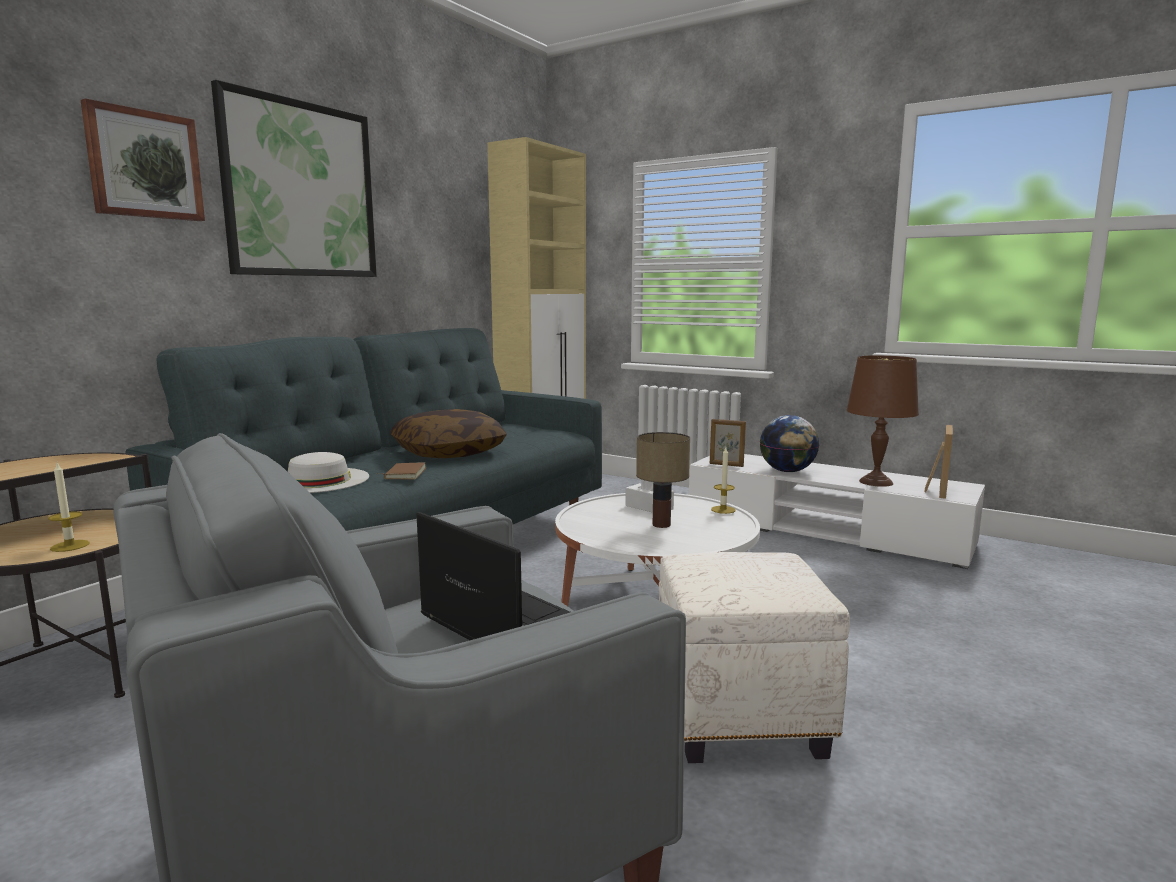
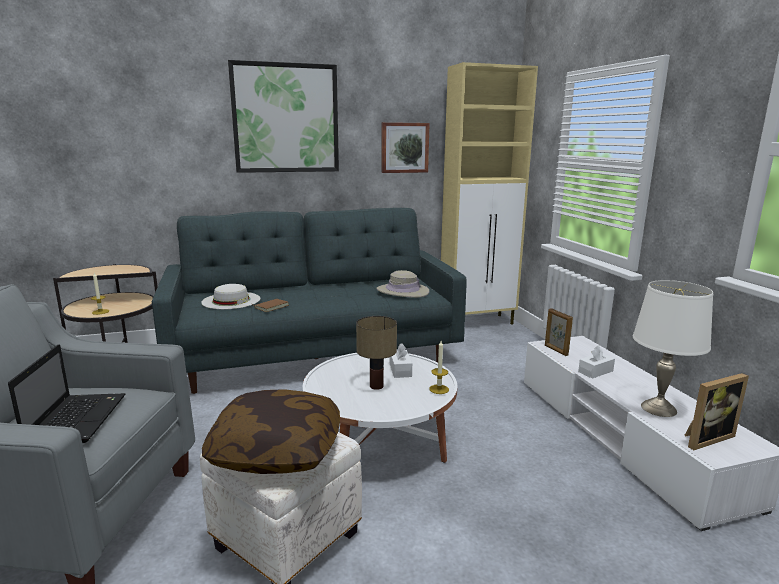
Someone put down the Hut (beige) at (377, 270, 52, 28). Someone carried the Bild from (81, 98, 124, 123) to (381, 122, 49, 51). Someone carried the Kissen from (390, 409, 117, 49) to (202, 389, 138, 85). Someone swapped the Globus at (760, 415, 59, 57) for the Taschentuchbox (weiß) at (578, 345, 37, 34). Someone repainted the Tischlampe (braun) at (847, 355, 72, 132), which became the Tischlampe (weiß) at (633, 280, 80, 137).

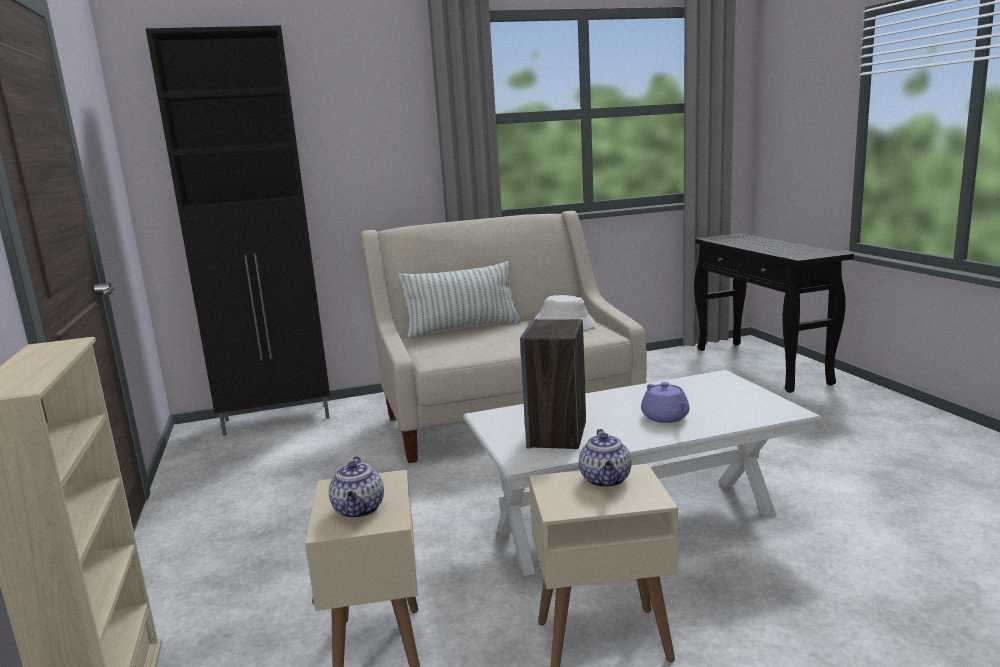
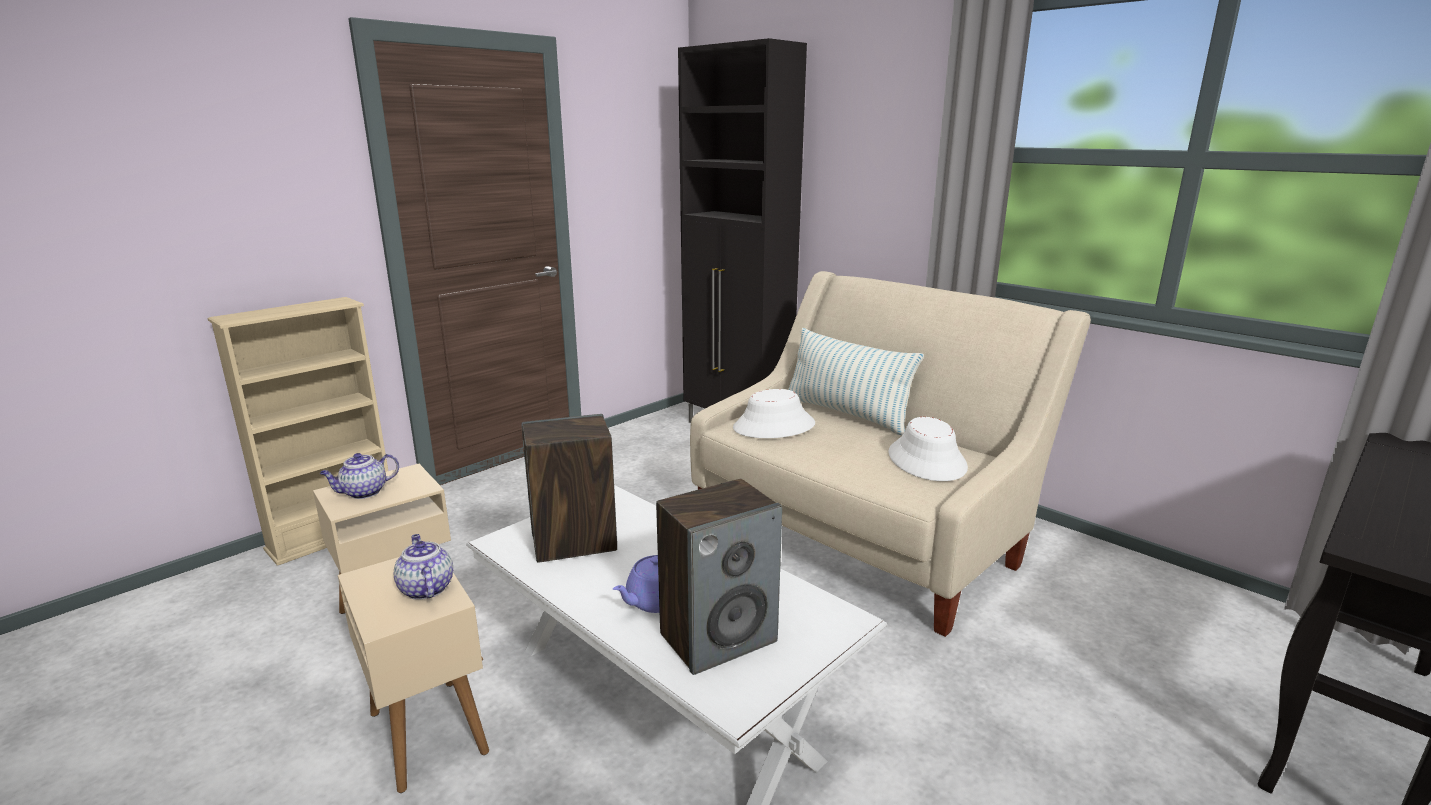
Someone put down the Lautsprecher at (656, 479, 126, 196). Someone put down the Hut (weiß) at (733, 389, 82, 49). Someone rotated the Teekanne at (579, 429, 53, 59) by 90 degrees clockwise.

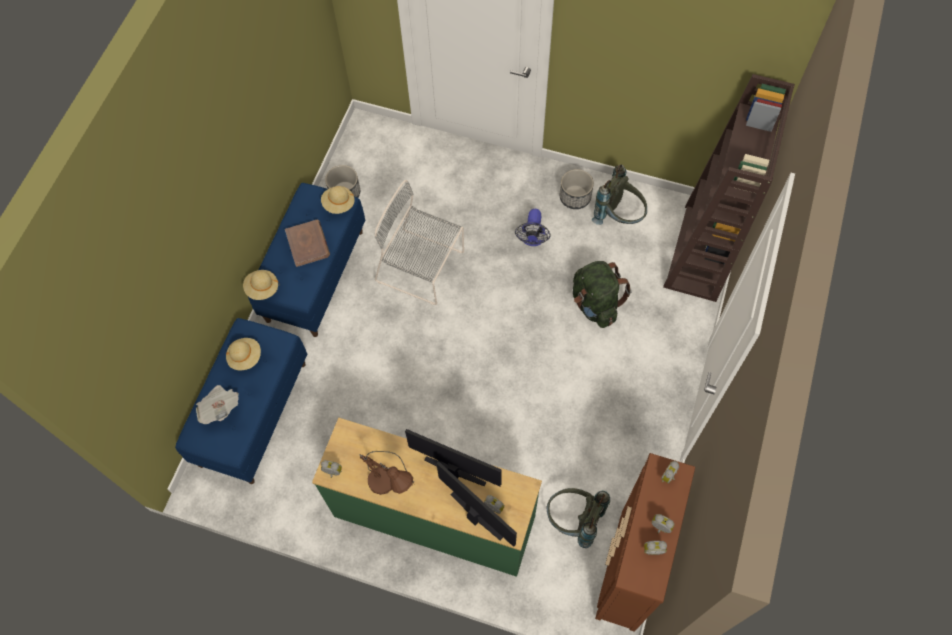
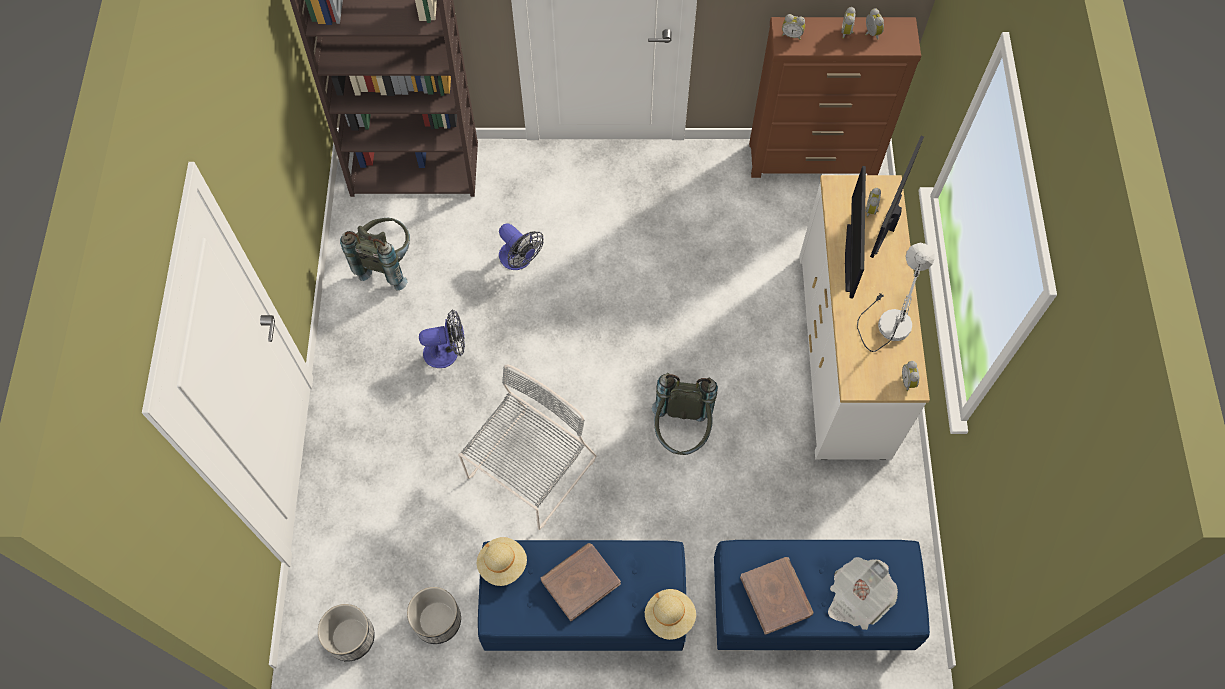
Someone carried the Rucksack (grau) from (547, 488, 63, 60) to (652, 373, 66, 82). Someone carried the Pflanzkübel from (560, 169, 34, 40) to (318, 604, 57, 58). Someone swapped the Hut (beige) at (226, 338, 35, 32) for the Buch (braun) at (740, 557, 73, 78). Someone swapped the Rucksack (grün) at (573, 261, 59, 67) for the Ventilator at (499, 223, 44, 47). Someone repainted the Kommode (grün) at (312, 418, 230, 159), which became the Kommode (weiß) at (799, 175, 131, 285). Someone repainted the Tischlampe (braun) at (359, 451, 56, 44), which became the Tischlampe (weiß) at (857, 243, 78, 109). Someone rotated the Stuhl (grau) at (375, 180, 89, 125) by 150 degrees counterclockwise.

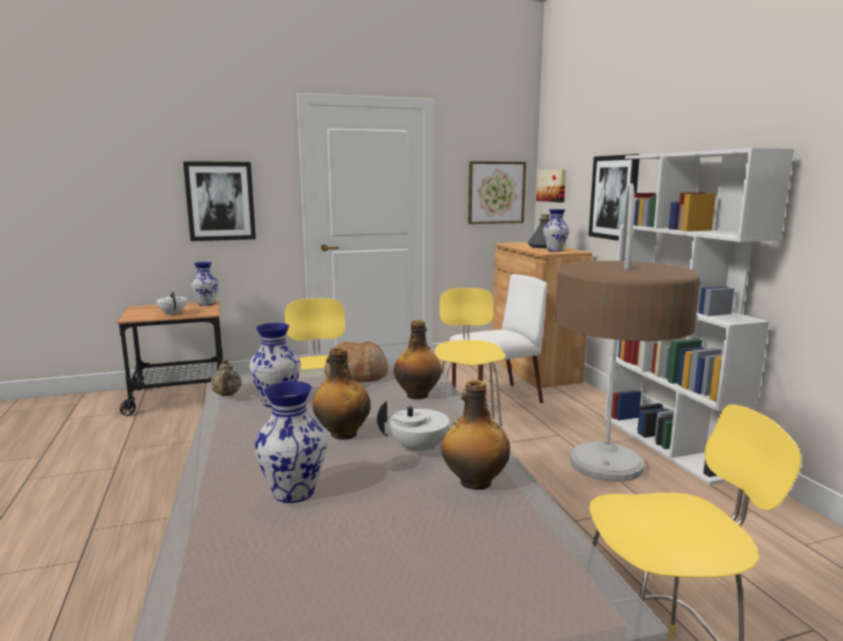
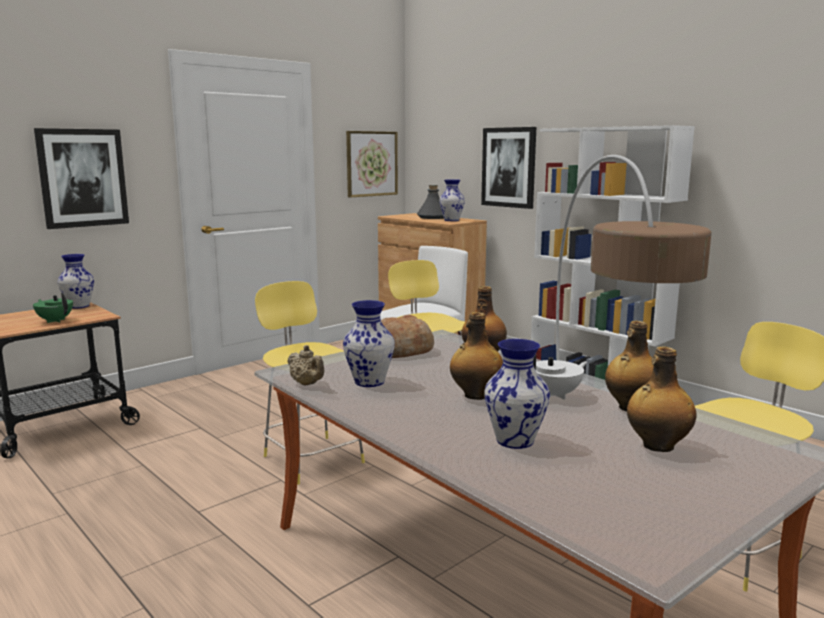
Someone took away the Bild at (536, 170, 30, 33). Someone put down the Flasche at (627, 346, 70, 106). Someone repainted the Teekanne (weiß) at (156, 292, 31, 23), which became the Teekanne (grün) at (33, 293, 40, 30).

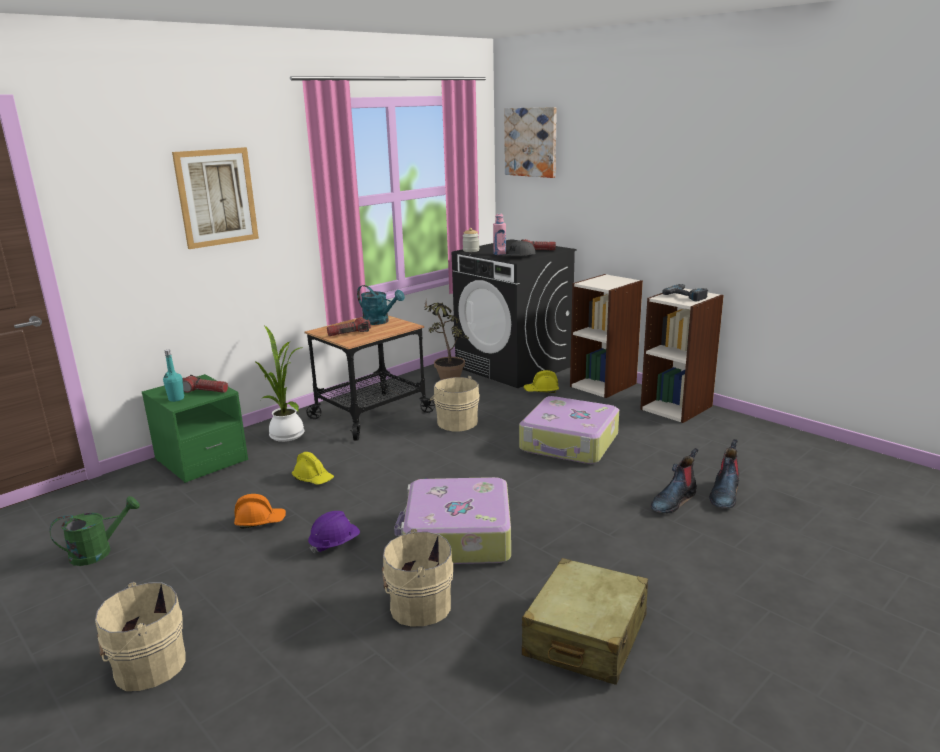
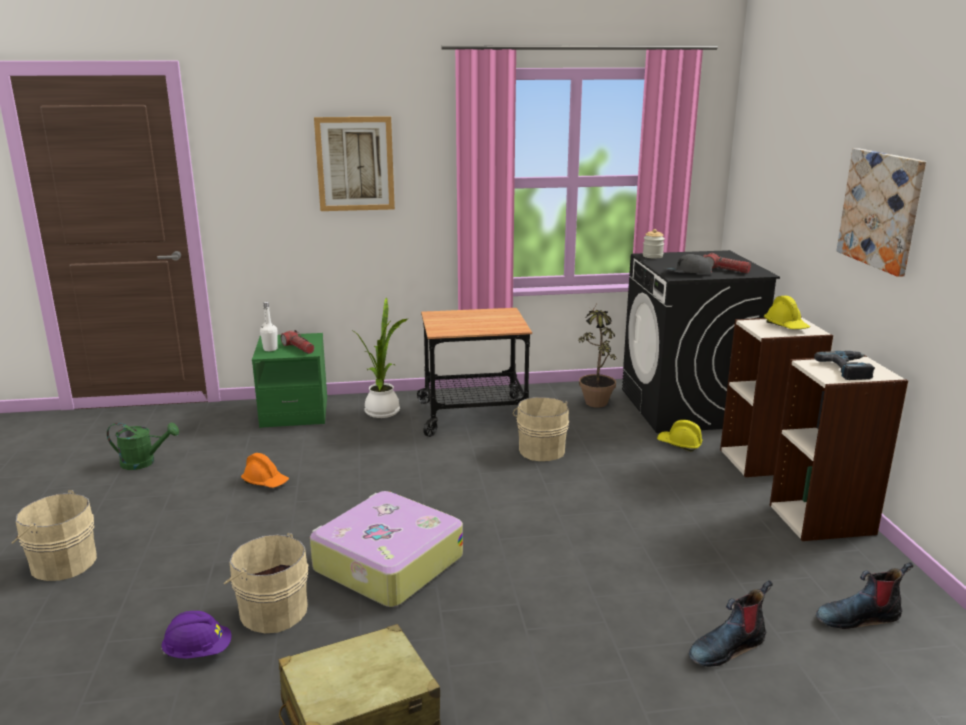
Someone took away the Taschenlampe at (327, 317, 44, 19). Someone took away the Gießkanne (türkis) at (357, 285, 48, 40). Someone took away the Flasche (rosa) at (493, 213, 13, 42). Someone took away the Koffer at (519, 396, 100, 68). Someone carried the Schutzhelm (gelb) from (292, 452, 42, 33) to (764, 296, 46, 33). Someone carried the Schutzhelm (lila) from (308, 511, 52, 43) to (161, 611, 70, 48). Someone carried the Bild from (504, 107, 53, 71) to (837, 148, 89, 129). Someone carried the Stiefel from (651, 448, 47, 65) to (816, 562, 97, 67). Someone repainted the Flasche (türkis) at (163, 350, 22, 52), which became the Flasche (weiß) at (260, 302, 18, 49).

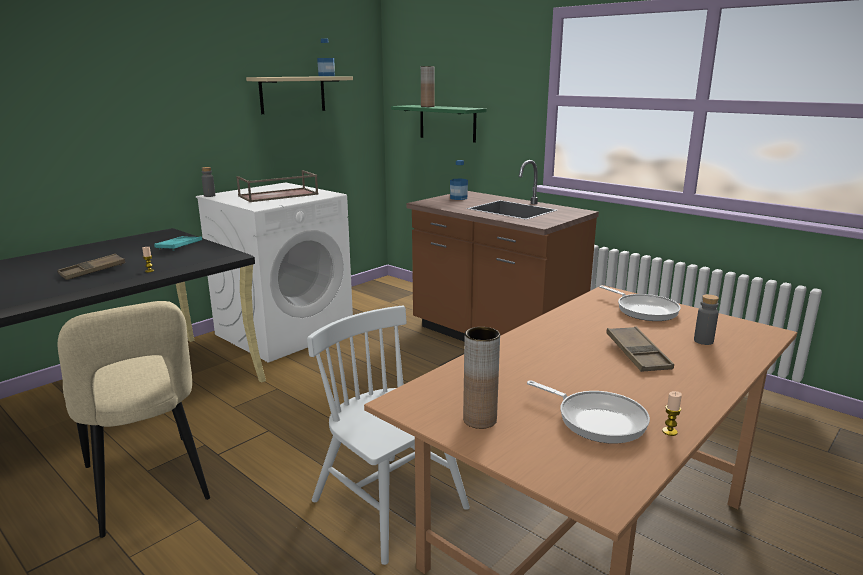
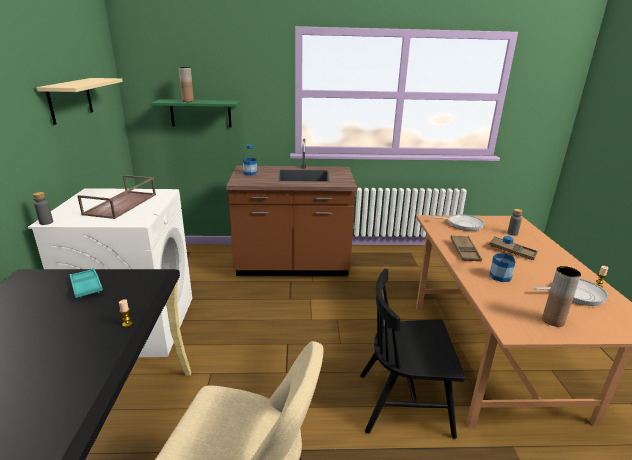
Someone carried the Tablett (braun) from (57, 254, 69, 26) to (451, 235, 31, 26). Someone carried the Flasche from (317, 38, 18, 38) to (489, 236, 27, 46). Someone repainted the Stuhl (weiß) at (307, 306, 163, 259), which became the Stuhl (schwarz) at (360, 269, 105, 170).

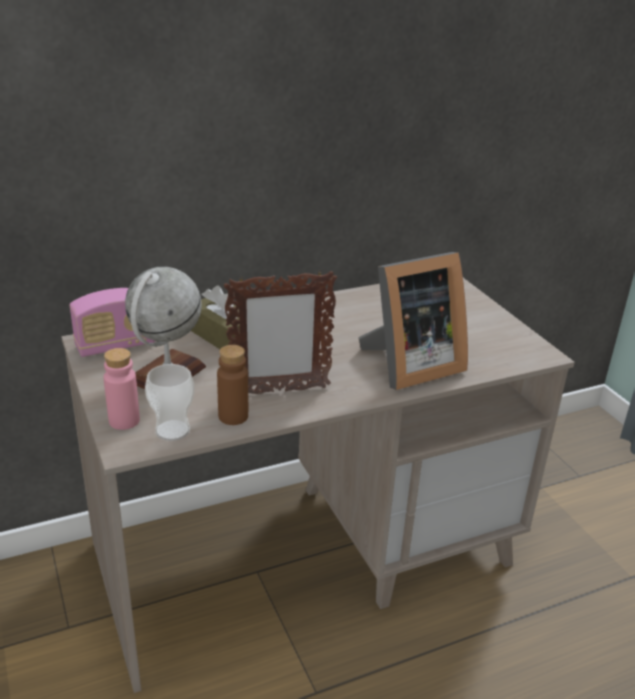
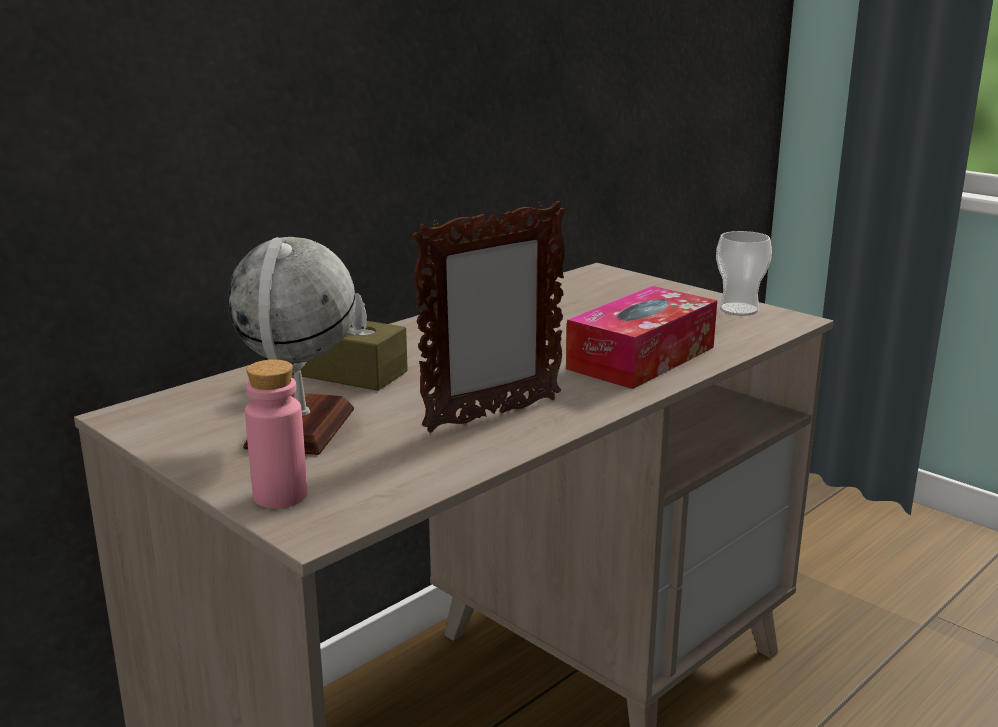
Someone took away the Radio at (70, 288, 85, 69). Someone took away the Flasche (braun) at (217, 345, 31, 80). Someone carried the Tasse from (145, 364, 49, 77) to (716, 231, 56, 85). Someone swapped the Bilderrahmen at (358, 252, 110, 138) for the Taschentuchbox at (566, 286, 151, 103).

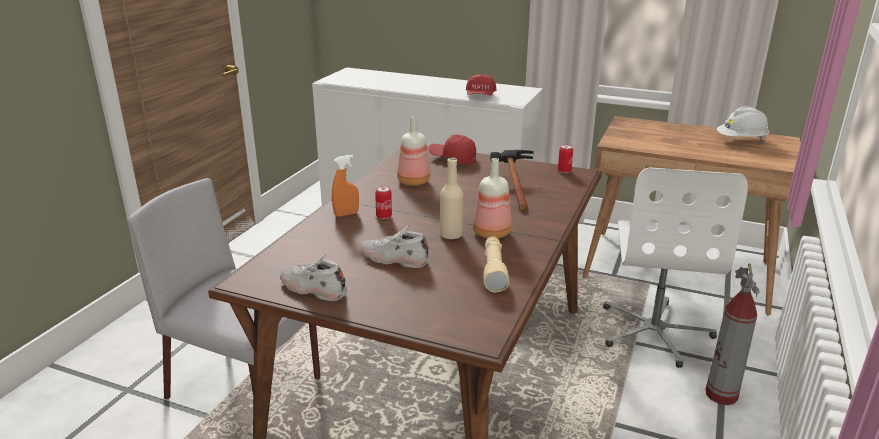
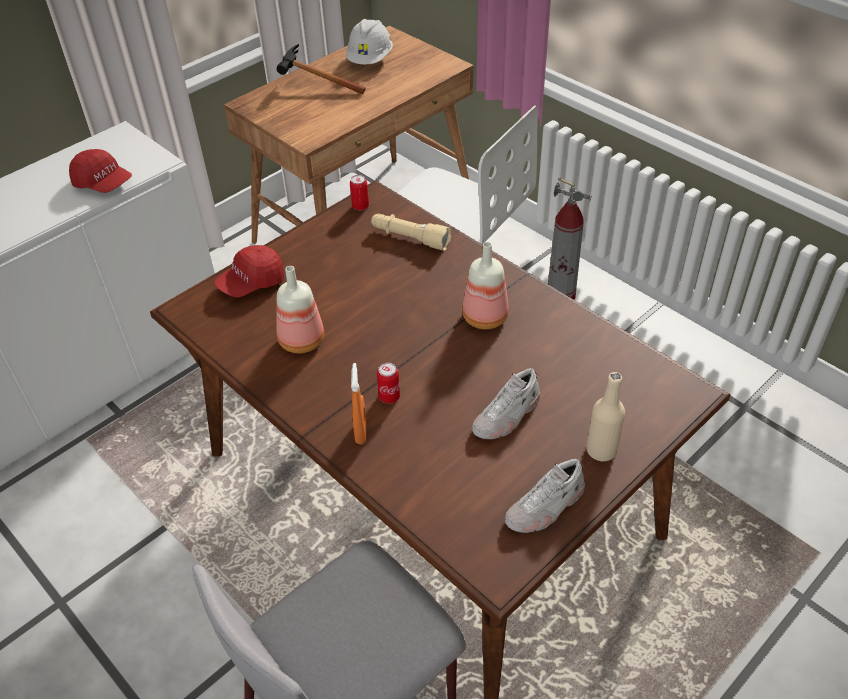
Someone carried the Flasche (beige) from (440, 158, 23, 82) to (586, 372, 39, 89). Someone carried the Taschenlampe (beige) from (483, 236, 26, 57) to (371, 214, 80, 37). Someone carried the Hammer from (490, 150, 44, 60) to (277, 44, 89, 50).

